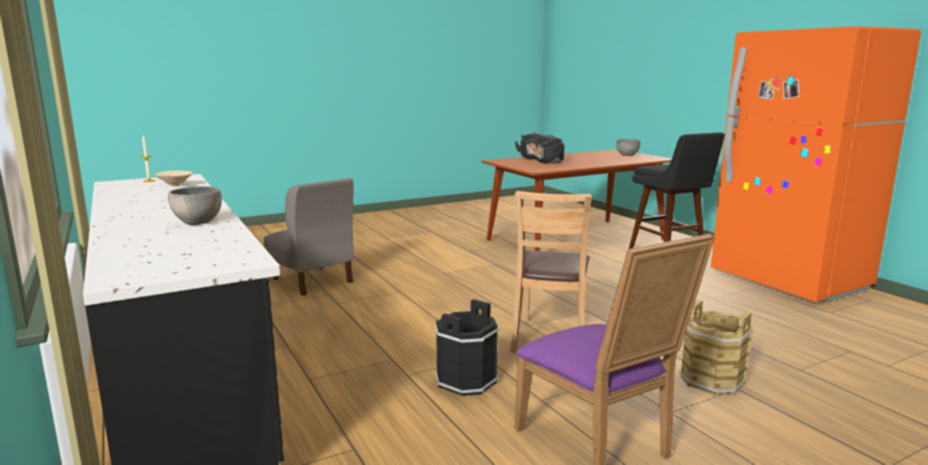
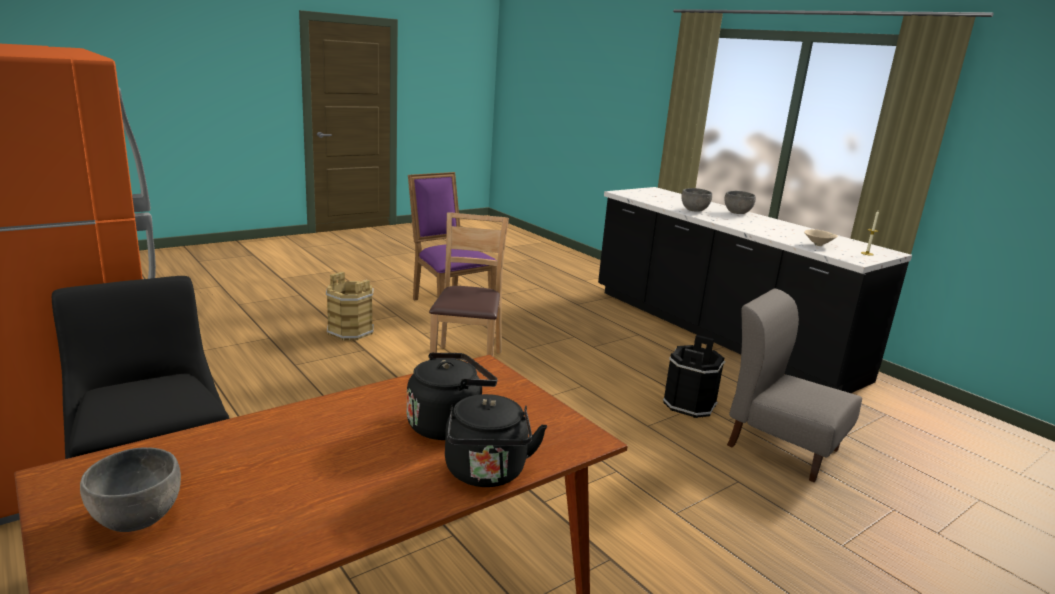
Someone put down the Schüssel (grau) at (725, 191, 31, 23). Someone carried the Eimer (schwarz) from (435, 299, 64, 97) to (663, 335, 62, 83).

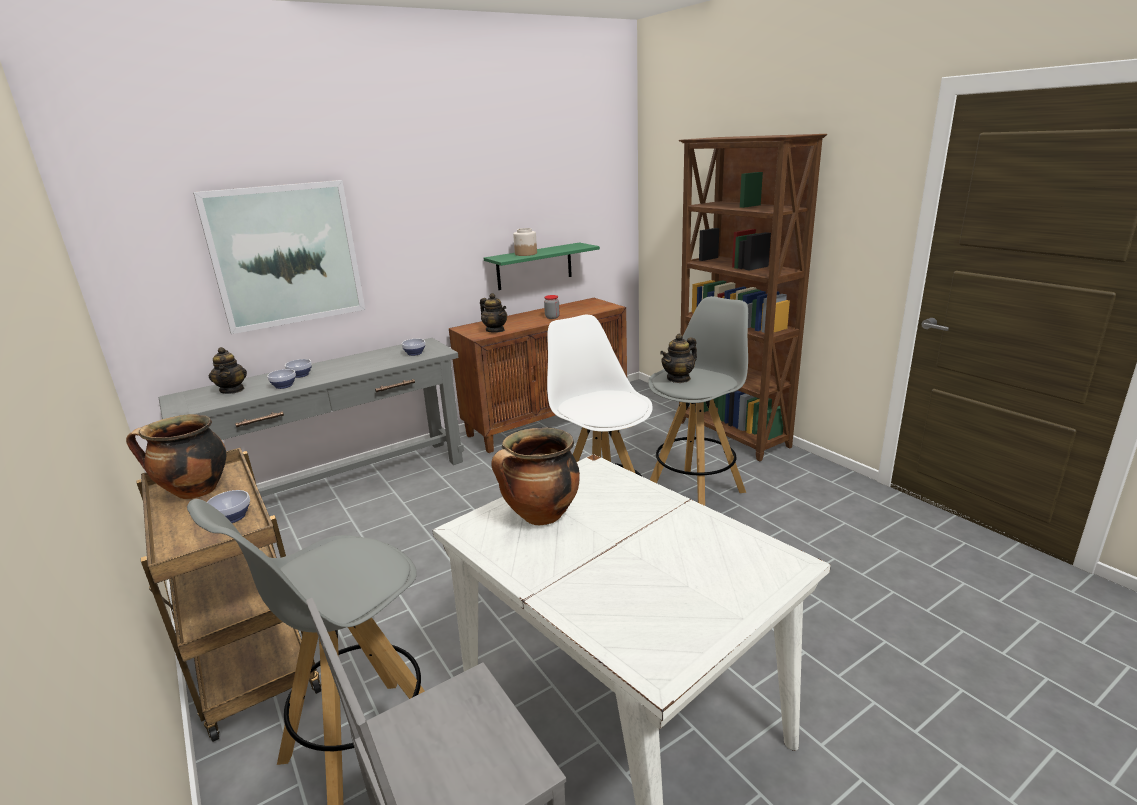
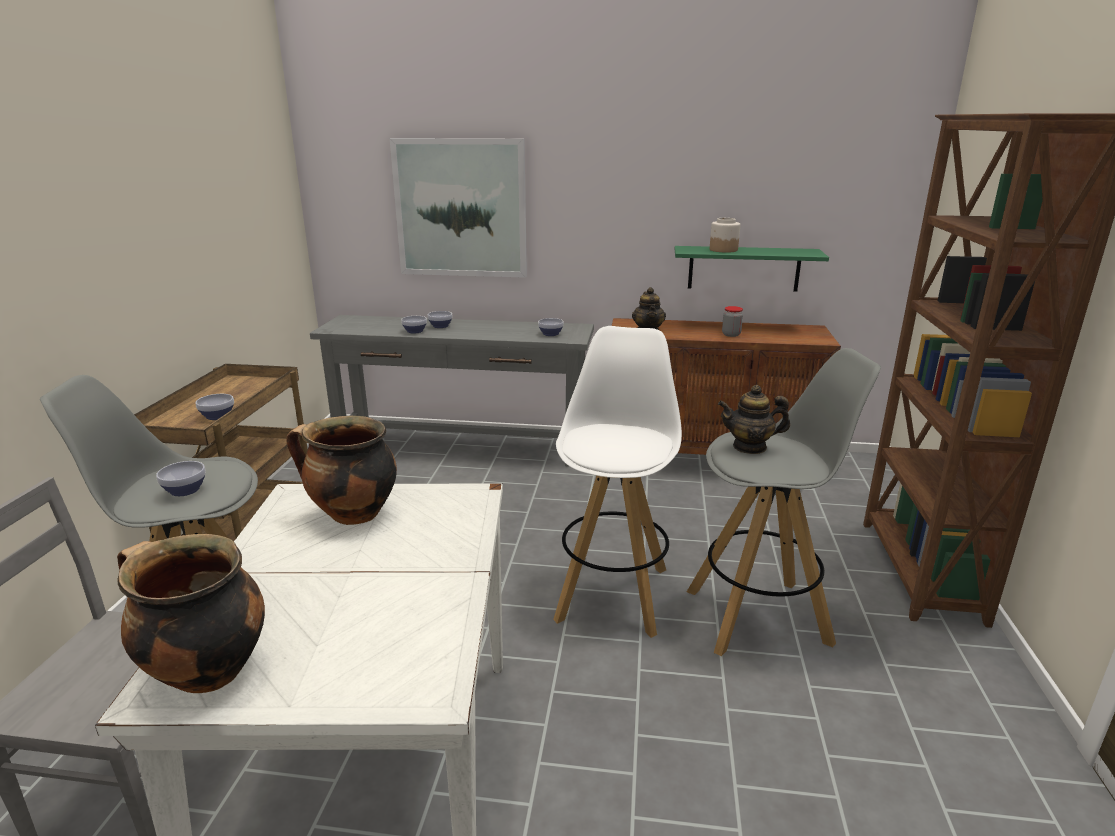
Someone took away the Teekanne at (209, 347, 38, 47). Someone put down the Schüssel at (156, 461, 50, 35). Someone carried the Kochtopf from (126, 414, 100, 85) to (117, 534, 148, 159).

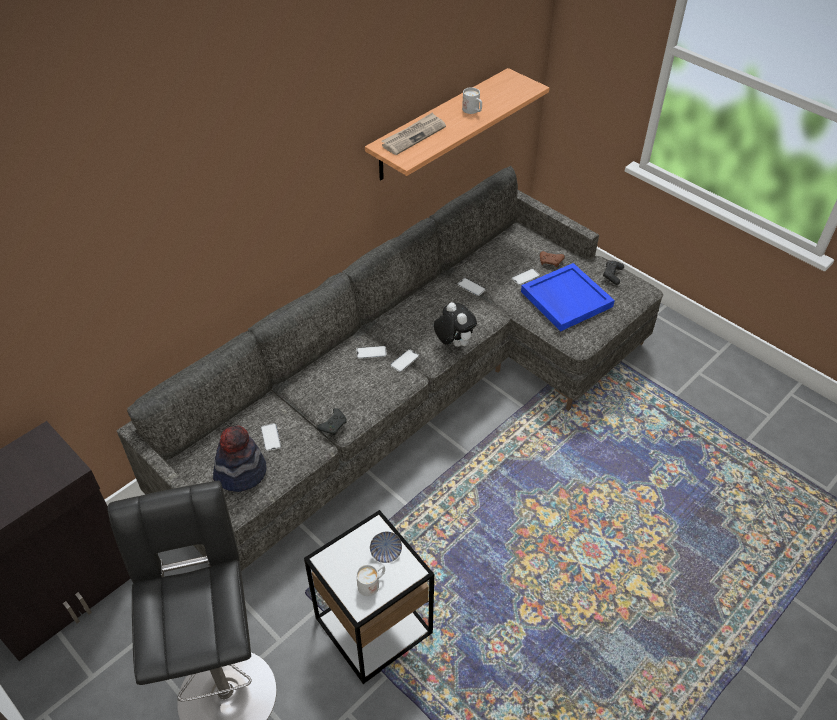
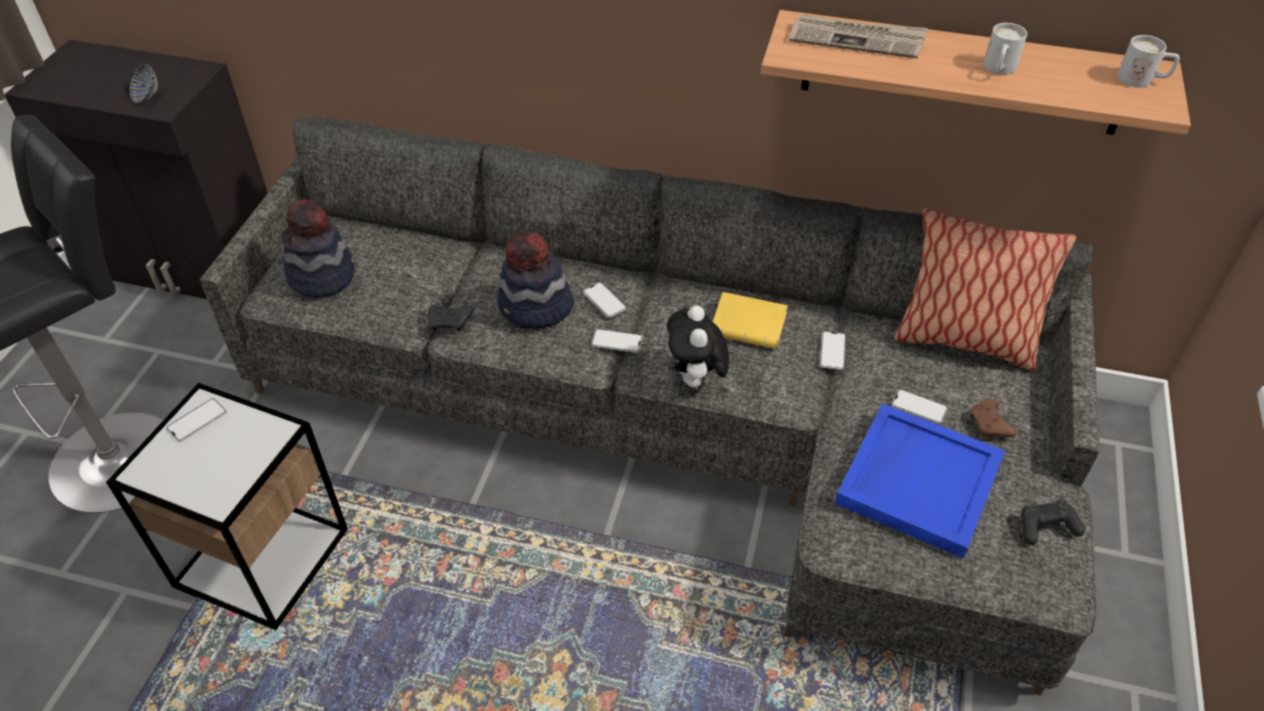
Someone put down the Hut at (497, 231, 77, 98). Someone put down the Buch (gelb) at (713, 292, 75, 57). Someone put down the Kissen at (895, 208, 181, 162). Someone carried the Handy from (261, 423, 20, 28) to (166, 398, 61, 44). Someone carried the Henkelbecher (weiß) from (356, 565, 29, 31) to (1117, 35, 63, 53). Someone carried the Schüssel from (370, 531, 32, 32) to (130, 64, 28, 39). Someone rotated the Plüschtier at (434, 302, 43, 45) by 150 degrees clockwise.

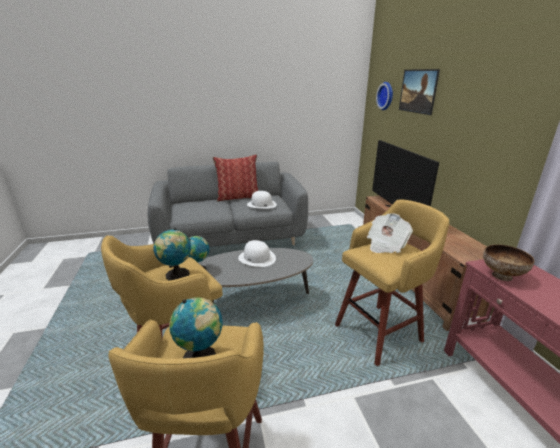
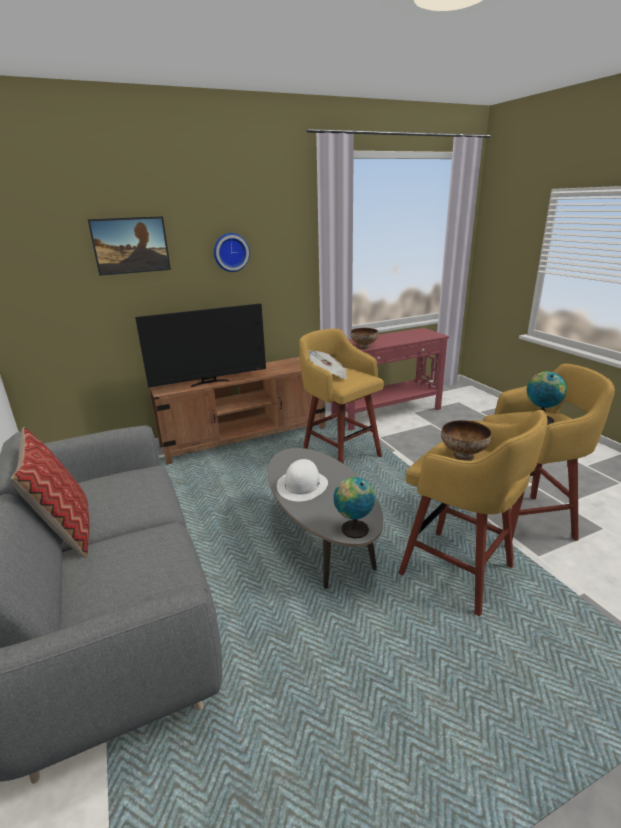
Someone took away the Hut (weiß) at (247, 191, 30, 18). Someone carried the Wanduhr from (376, 82, 17, 28) to (214, 233, 36, 39). Someone swapped the Globus at (154, 228, 37, 53) for the Schüssel at (441, 420, 51, 41).

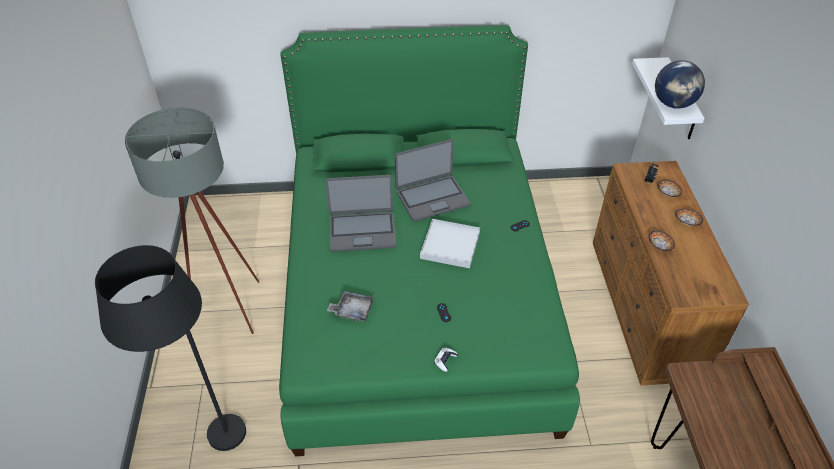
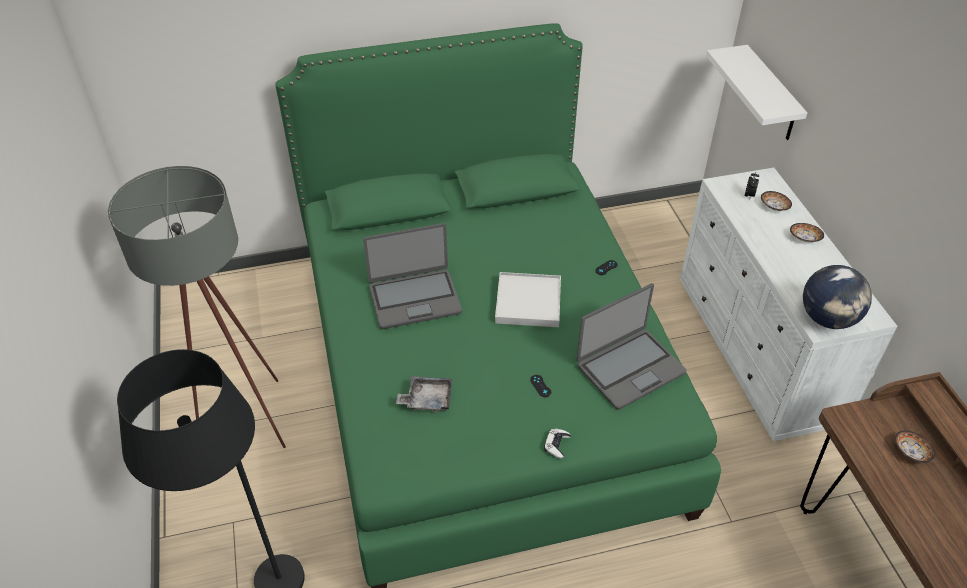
Someone carried the Laptop from (395, 139, 75, 83) to (576, 283, 111, 127). Someone carried the Schüssel from (649, 231, 26, 20) to (895, 431, 40, 32). Someone carried the Globus from (655, 60, 50, 49) to (803, 265, 69, 64). Someone repainted the Kommode (braun) at (593, 161, 156, 225), which became the Kommode (weiß) at (680, 168, 218, 273).

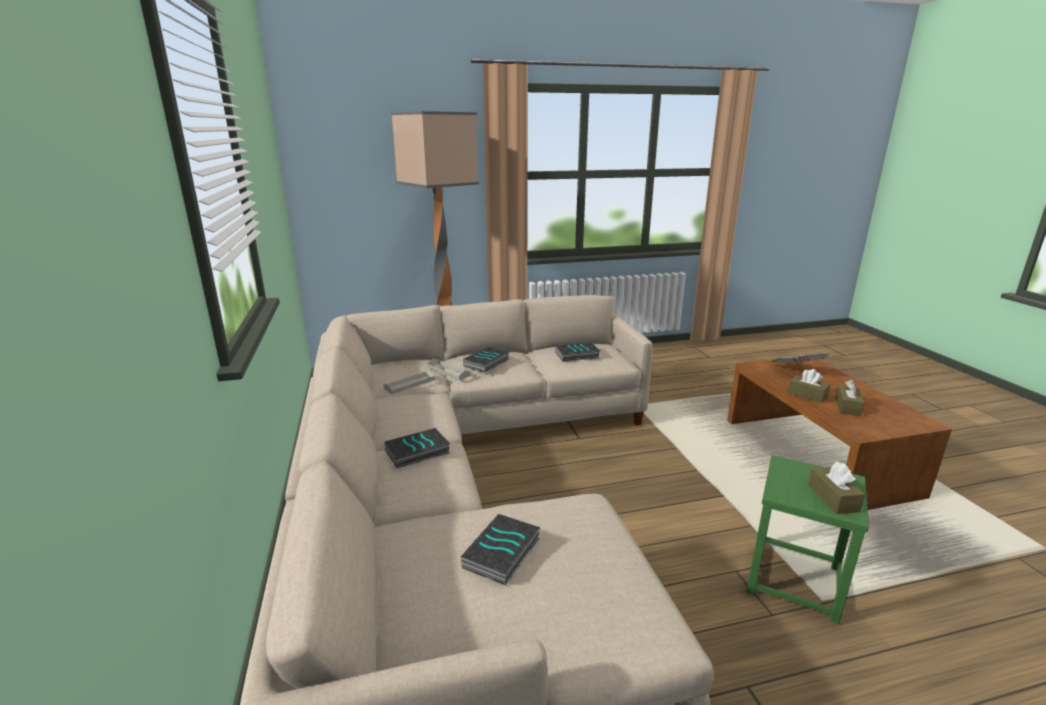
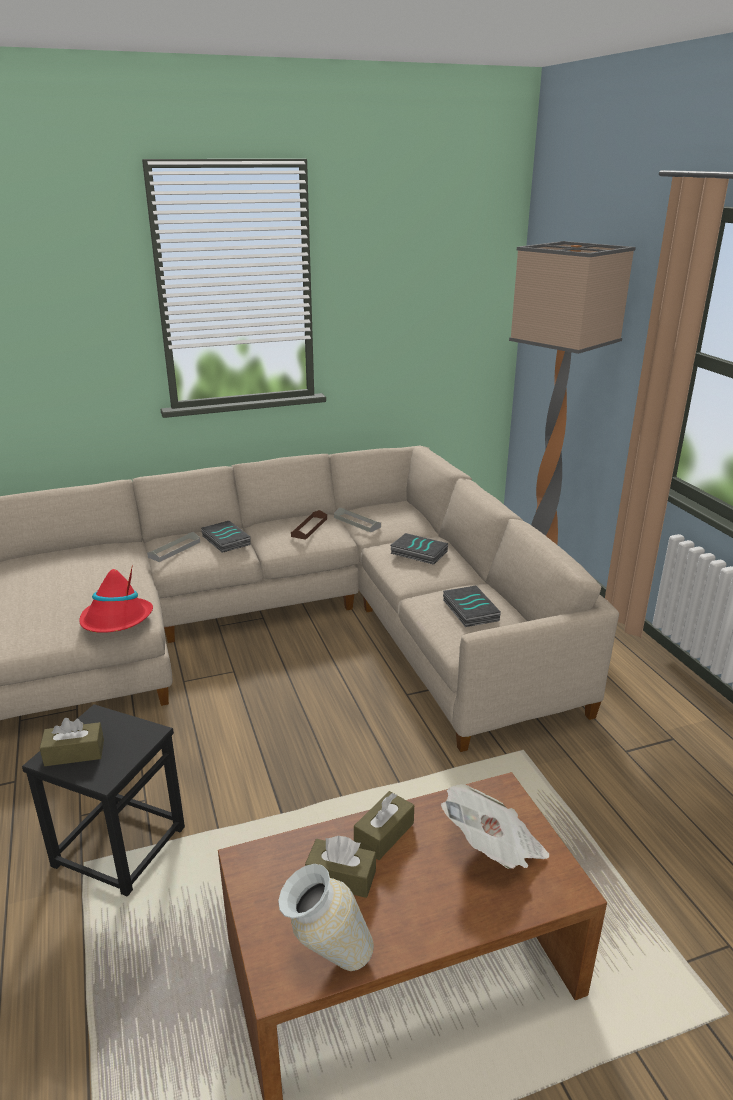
Someone took away the Buch at (461, 514, 80, 71). Someone put down the Hut (rot) at (79, 565, 74, 68). Someone put down the Vase at (278, 864, 96, 107). Someone put down the Tablett (braun) at (291, 510, 36, 30). Someone carried the Tablett (grau) from (427, 358, 43, 23) to (147, 532, 53, 30). Someone repainted the Hocker (grün) at (746, 455, 123, 169), which became the Hocker (schwarz) at (22, 704, 163, 192).

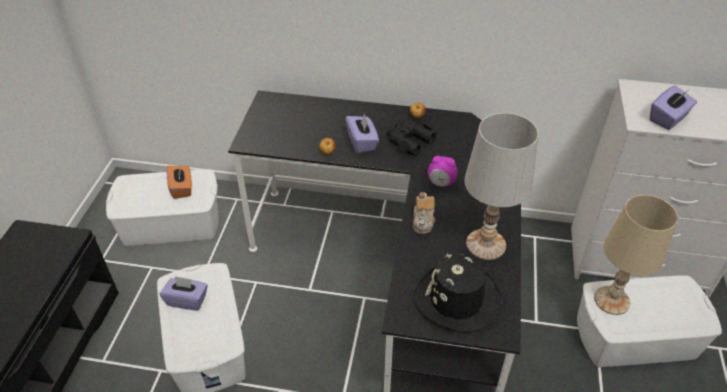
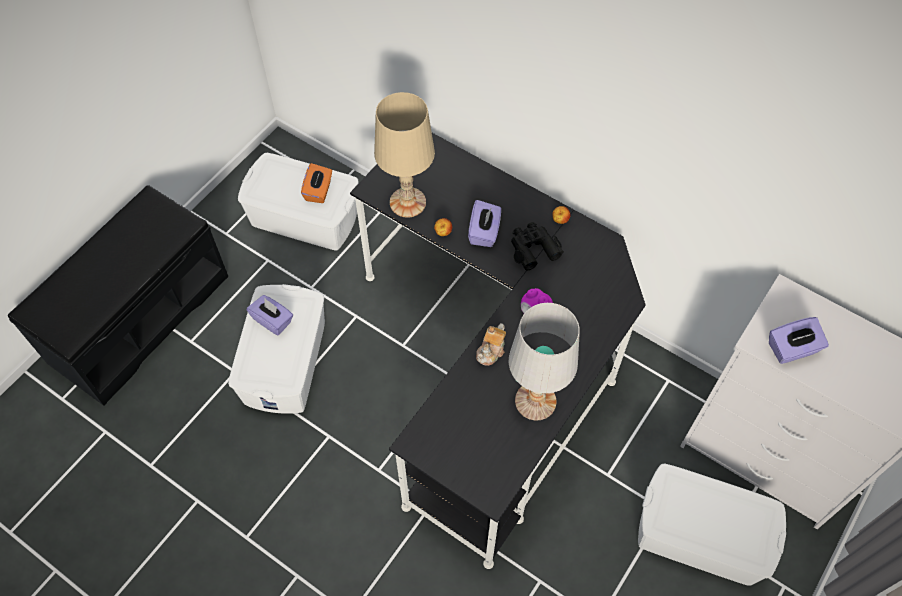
Someone took away the Hut (schwarz) at (413, 254, 88, 79). Someone carried the Tischlampe (beige) from (594, 195, 84, 120) to (374, 92, 61, 126).

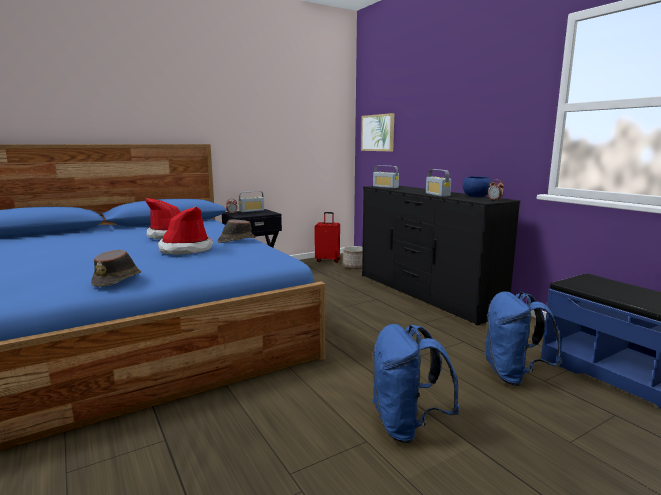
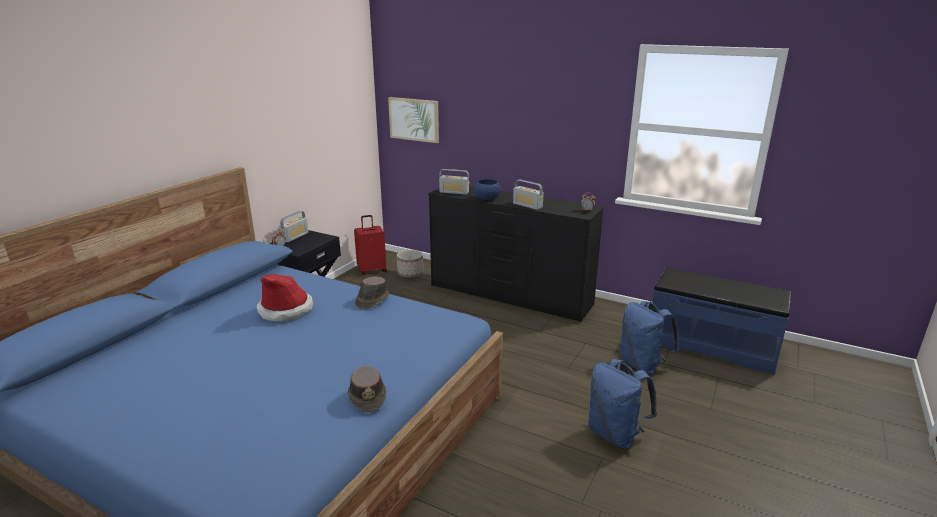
Someone took away the Hut at (158, 207, 55, 48). Someone carried the Schüssel (blau) from (463, 176, 28, 21) to (475, 179, 25, 21).

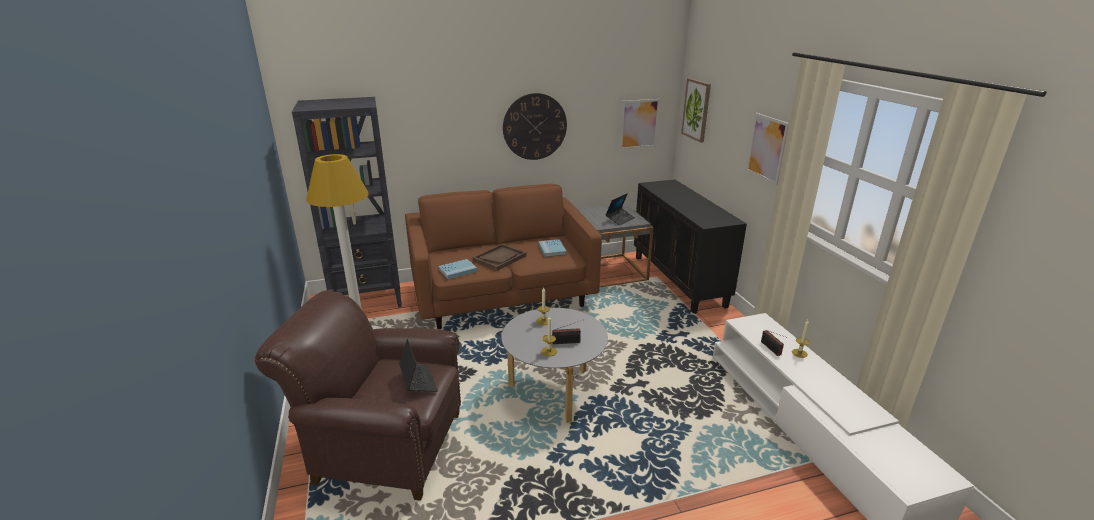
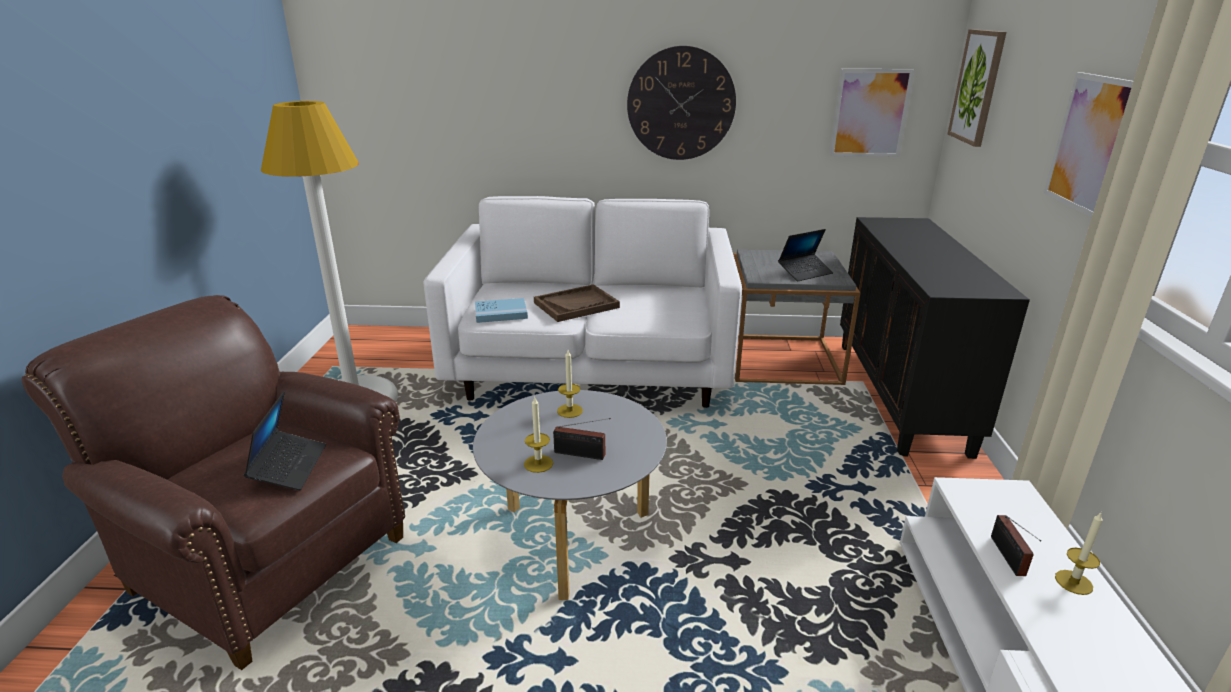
Someone took away the Bücherregal (schwarz) at (292, 97, 110, 211). Someone took away the Buch (blau) at (538, 239, 29, 18). Someone repainted the Sofa (braun) at (405, 184, 197, 145), which became the Sofa (weiß) at (424, 196, 318, 212).

